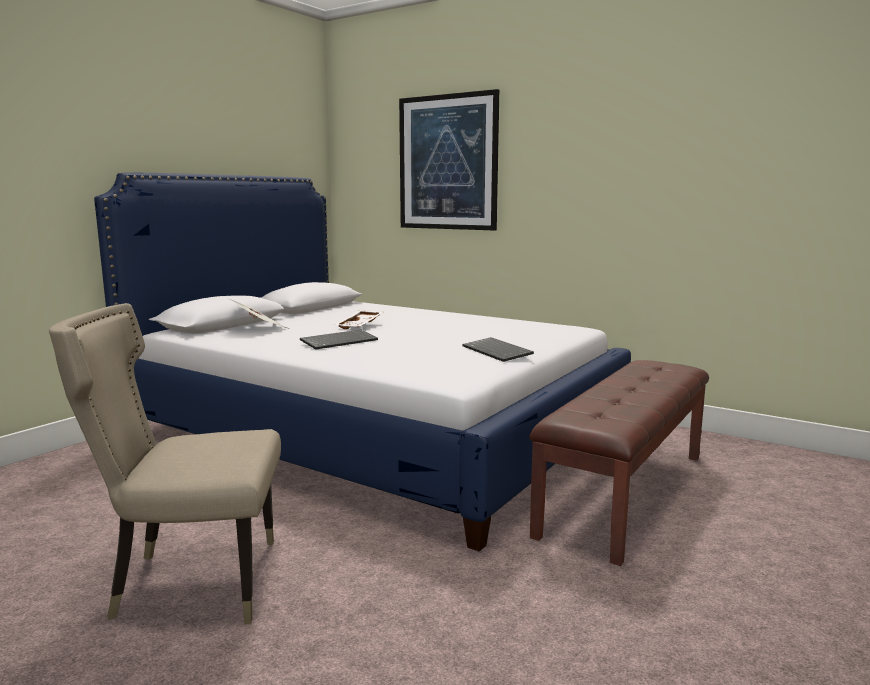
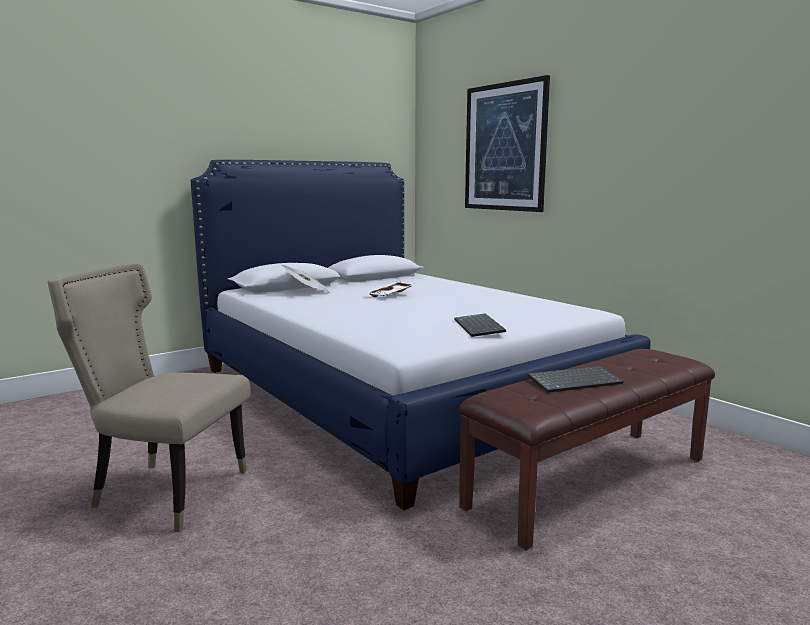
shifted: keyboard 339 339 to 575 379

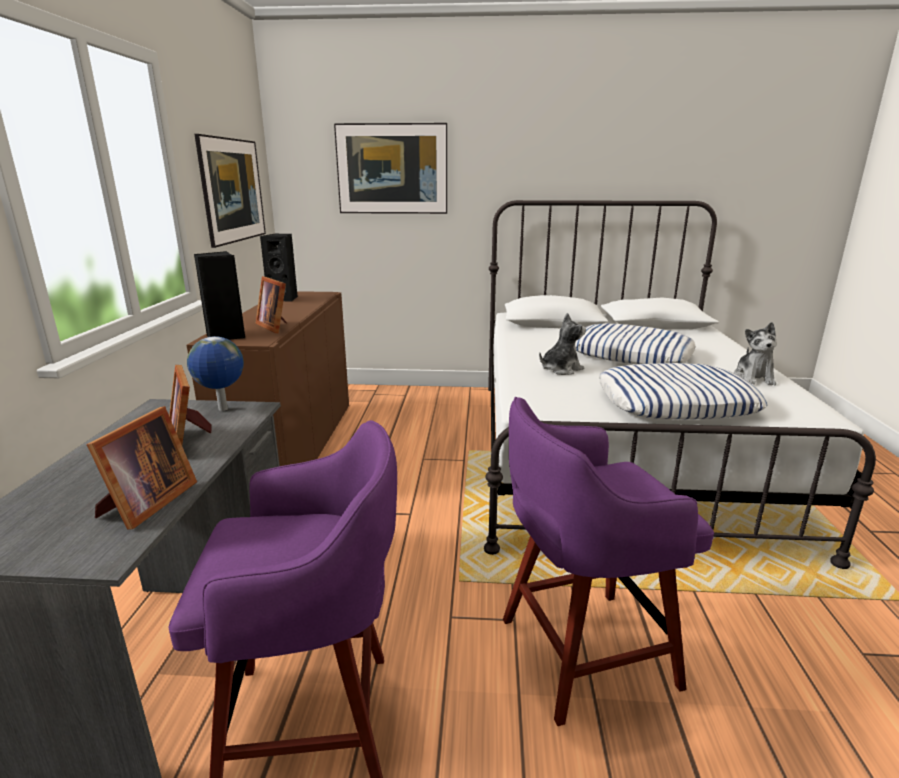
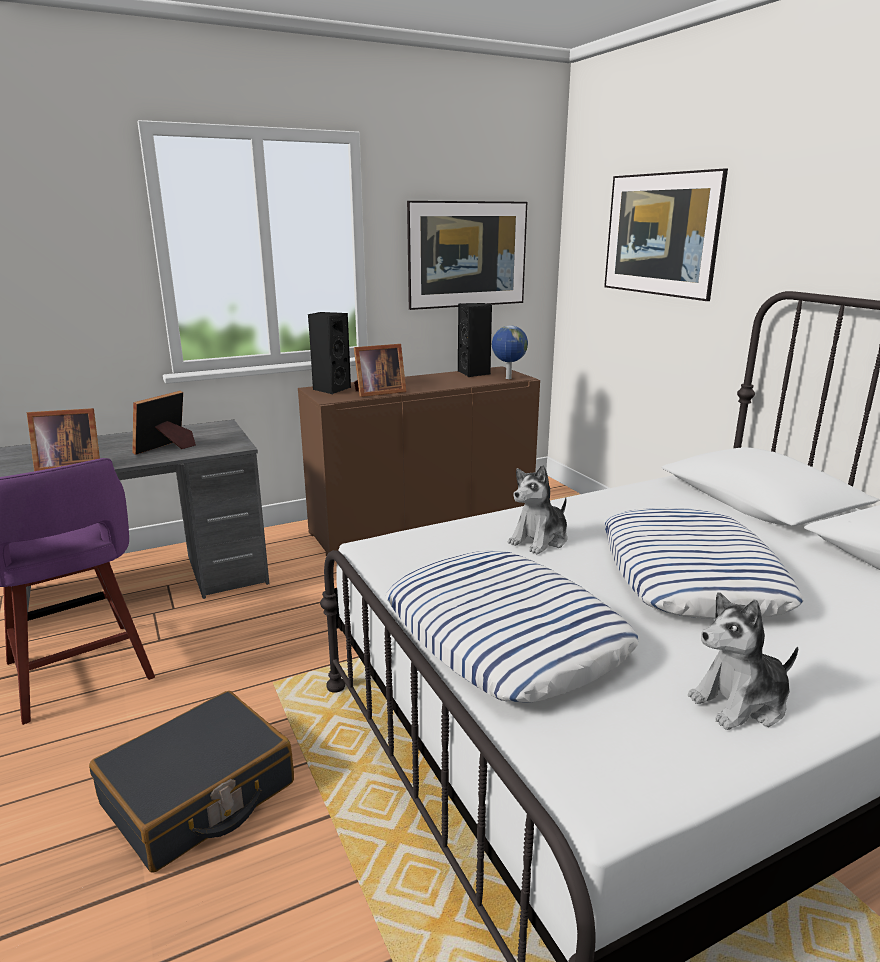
shifted: globe 215 373 to 510 352
swapped: purple stool 608 561 to black suitcase 191 781
rotated: picture frame 271 304 = 380 370 135 degrees counterclockwise; plush toy 562 344 = 537 509 105 degrees clockwise

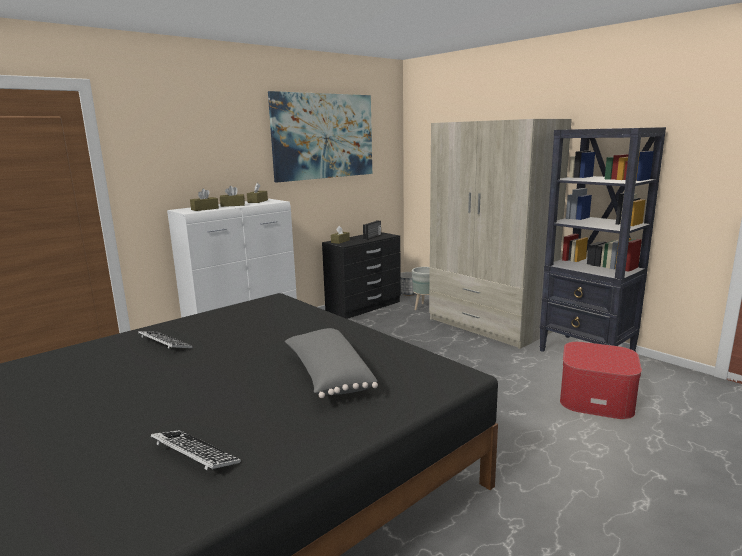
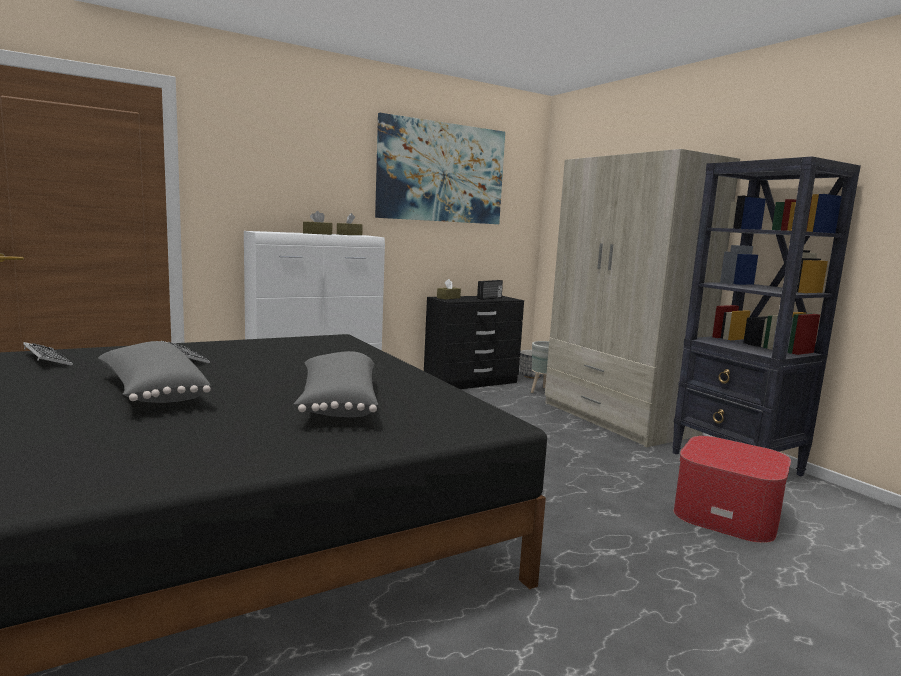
gone: brown tissue box 204 200
new: grey pillow 154 372
shifted: keyboard 196 450 to 48 354

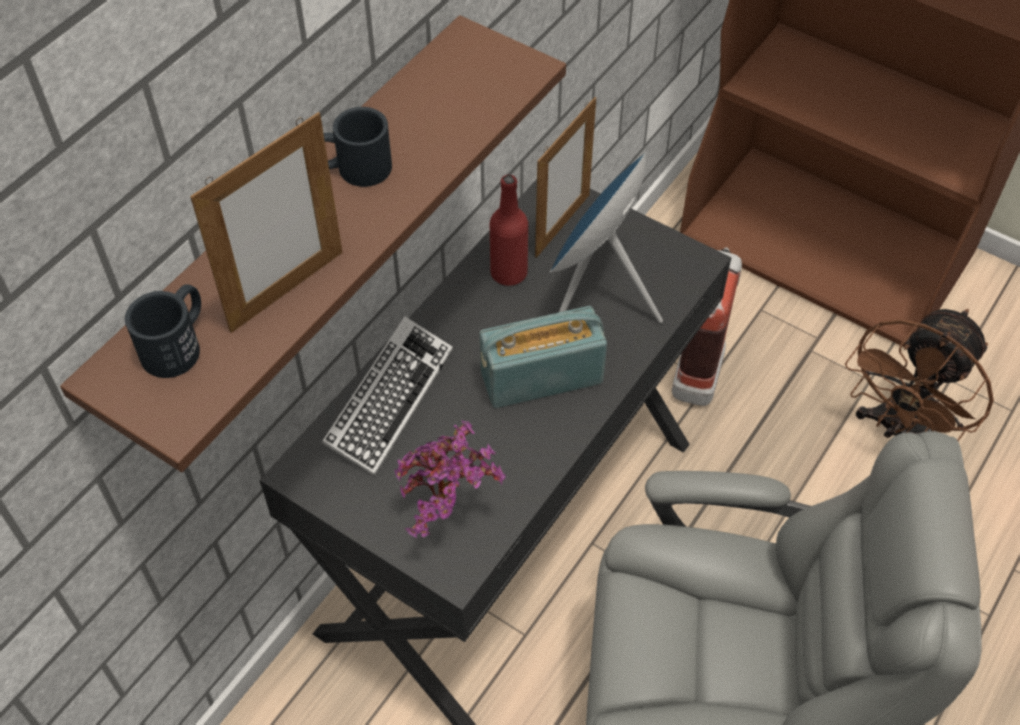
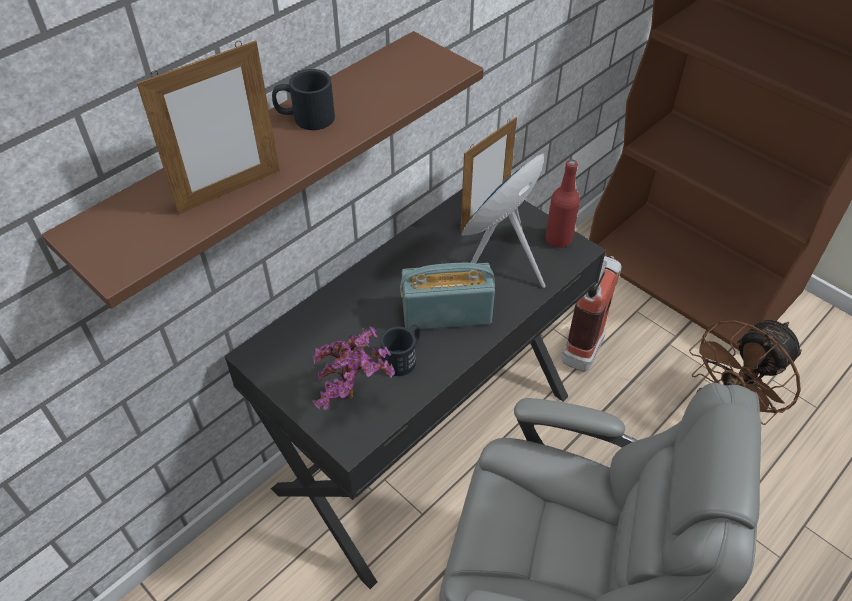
gone: keyboard 387 396
shifted: red bottle 509 230 to 562 204; black mug 163 331 to 400 350

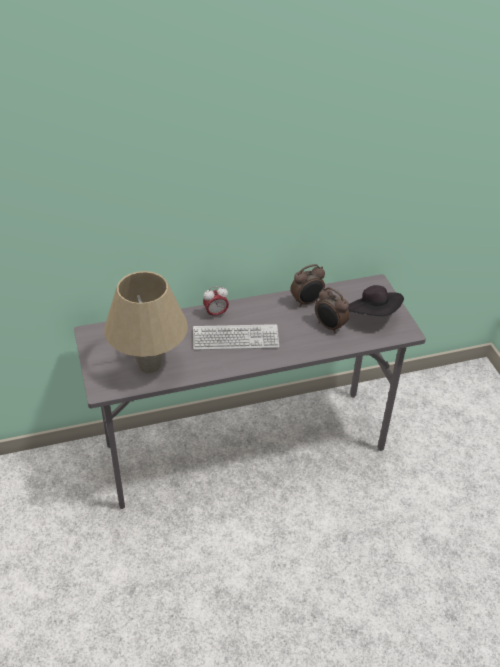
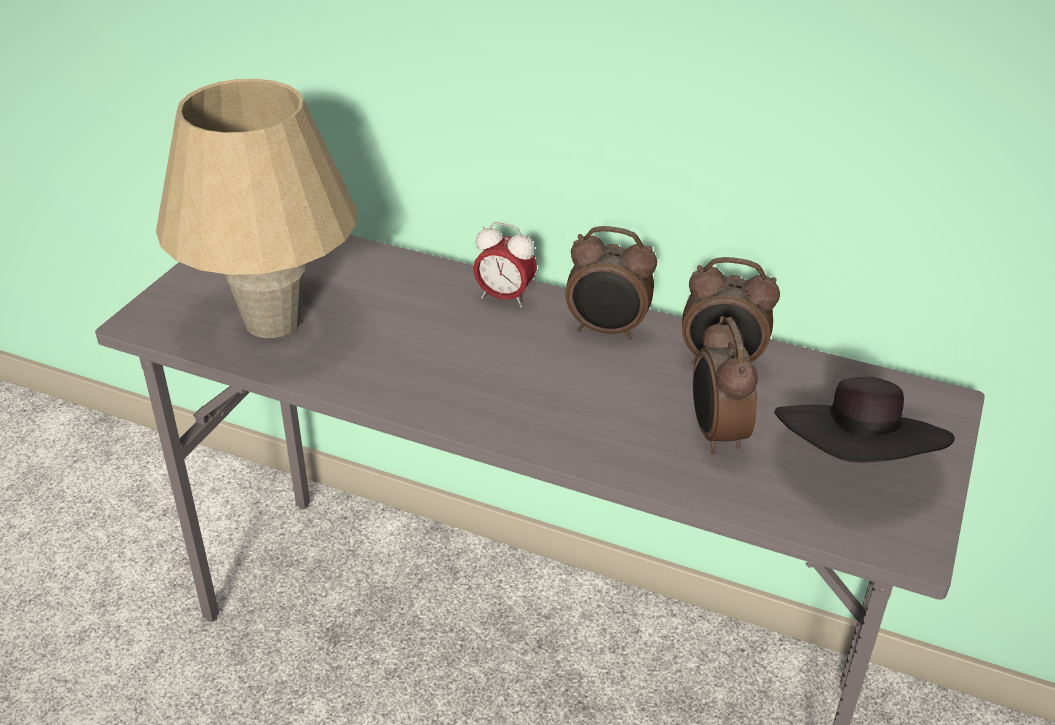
gone: keyboard 236 337
new: alarm clock 611 283

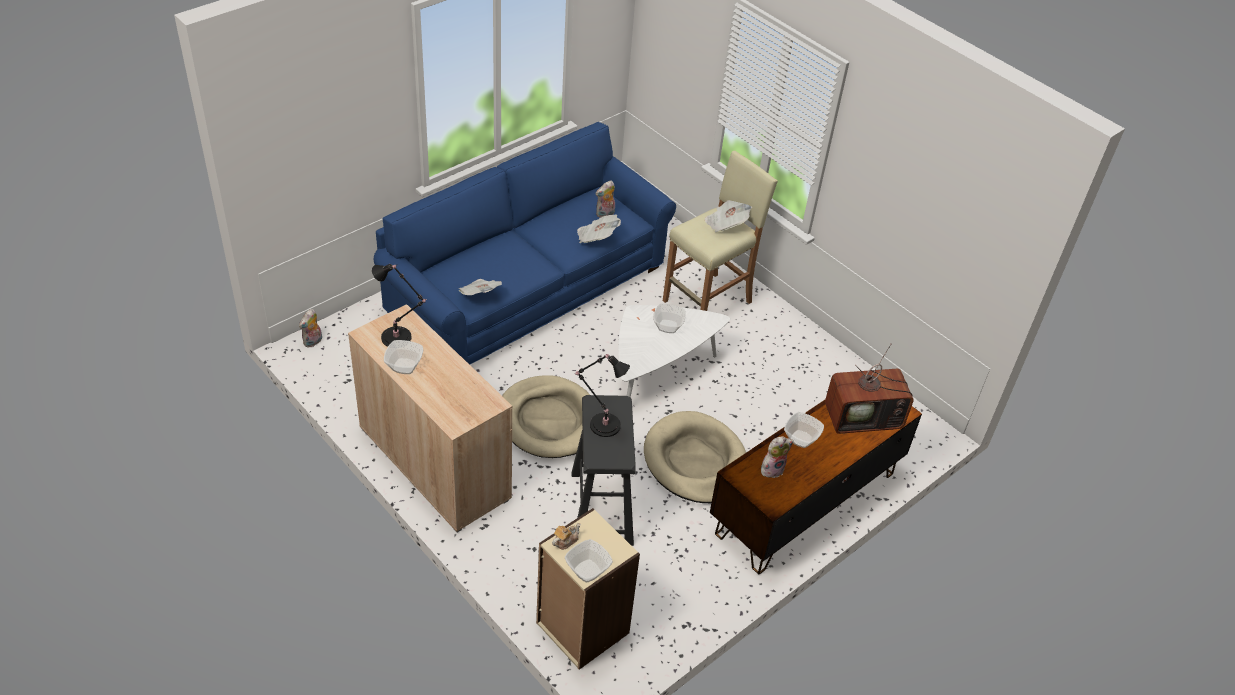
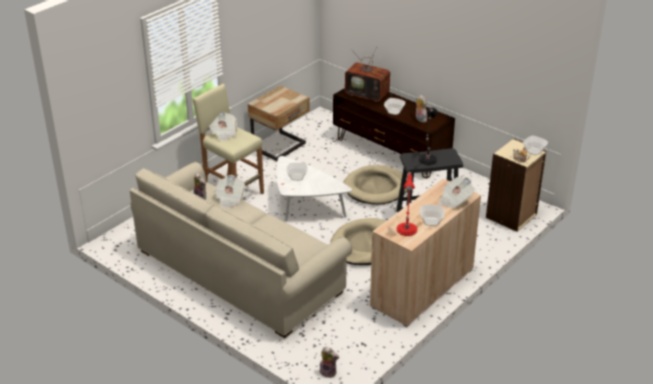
new: beige nightstand 279 123
shifted: newspaper 480 287 to 456 193
repainted: blue sofa 525 243 to beige sofa 241 250; black table lamp 399 305 to red table lamp 407 203
rotated: television 869 388 = 369 75 135 degrees clockwise

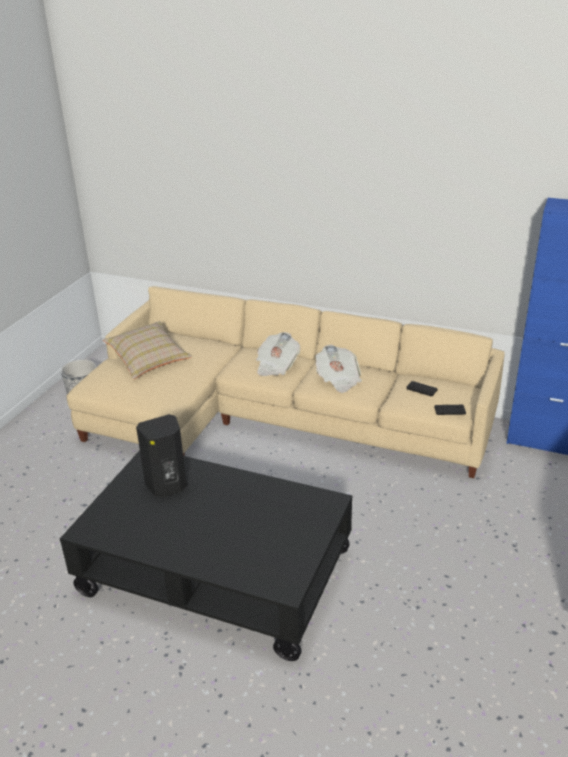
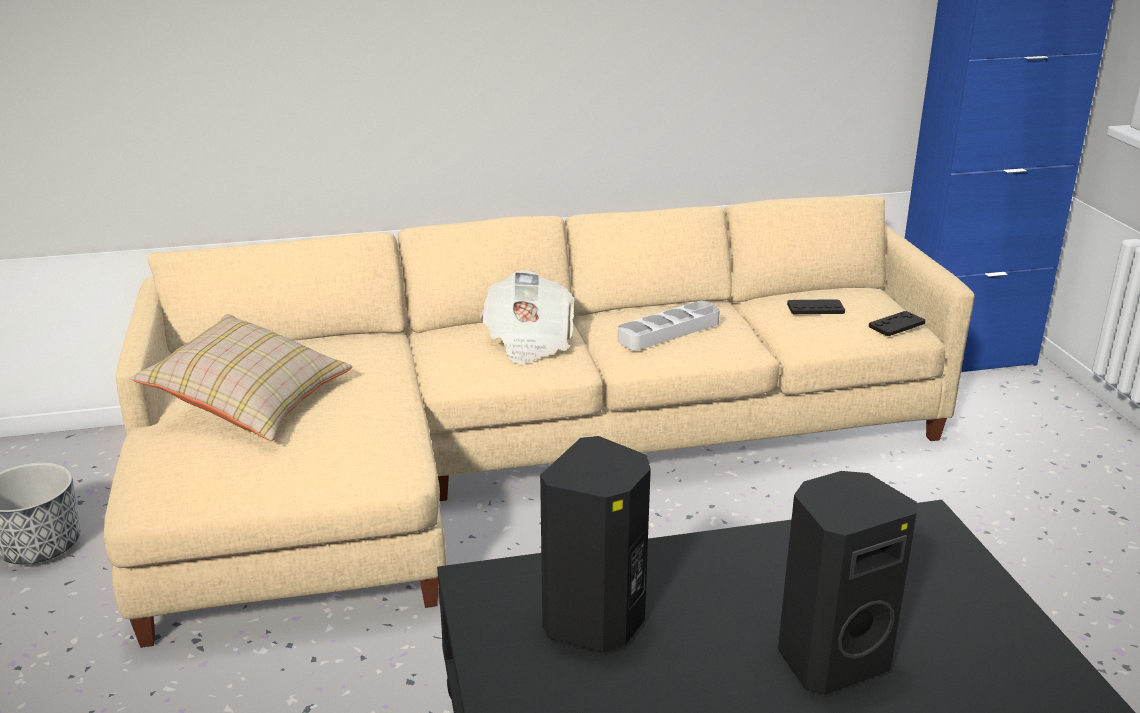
new: black speaker 847 583
swapped: newspaper 338 369 to grey tray 669 325

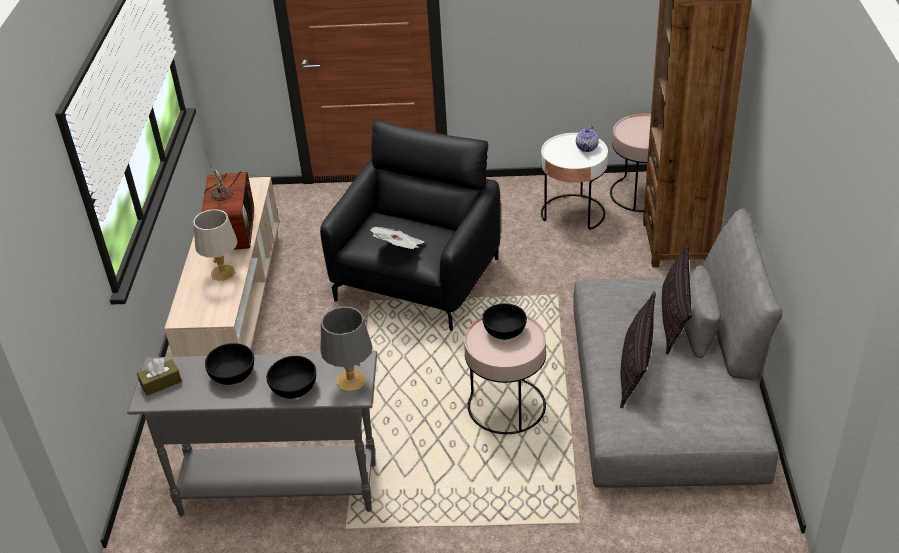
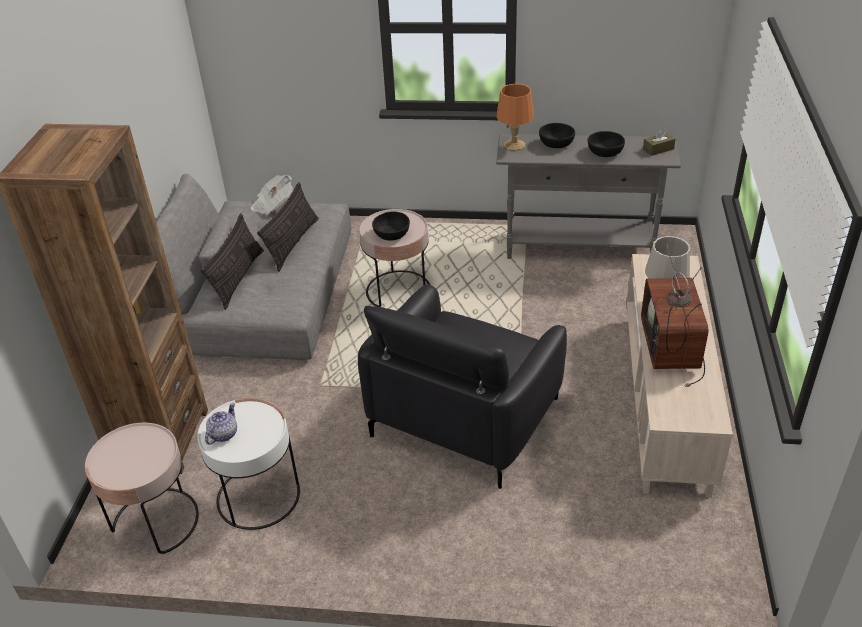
shifted: newspaper 397 238 to 272 195
repainted: grey table lamp 347 349 to orange table lamp 515 117

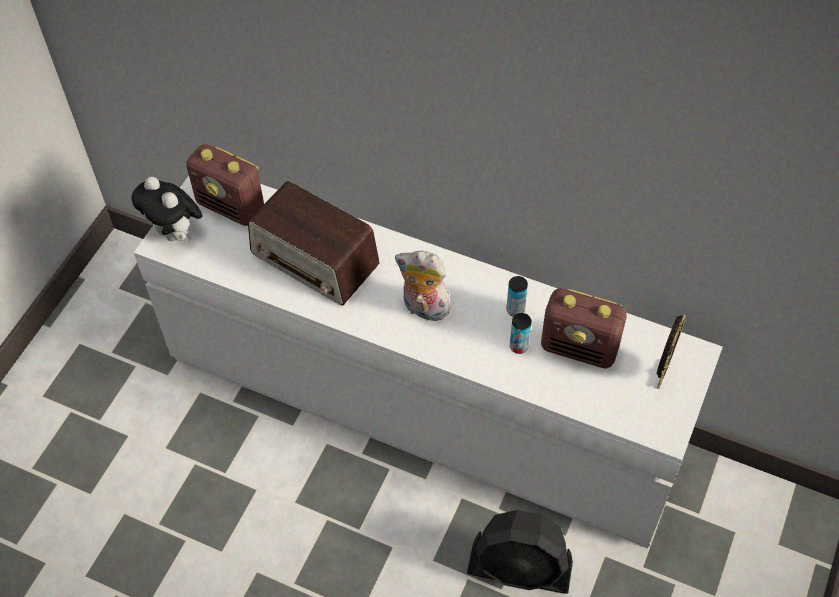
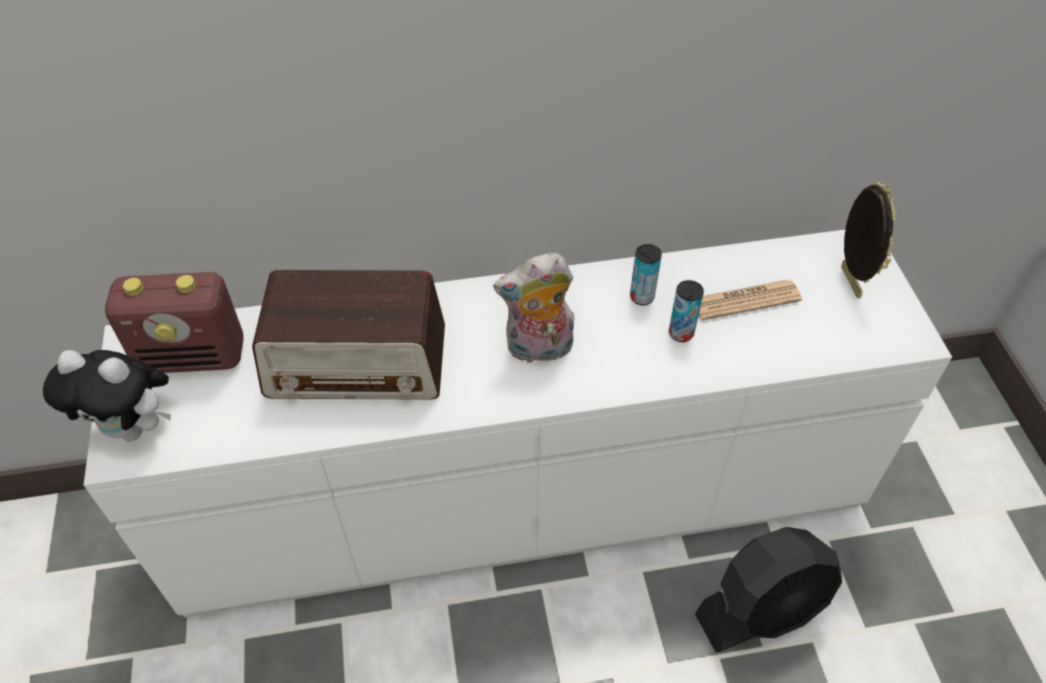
swapped: radio 584 328 to newspaper 750 300

